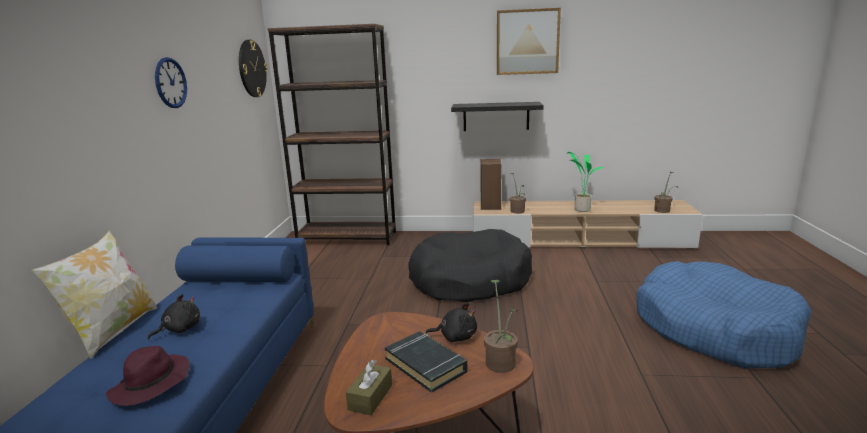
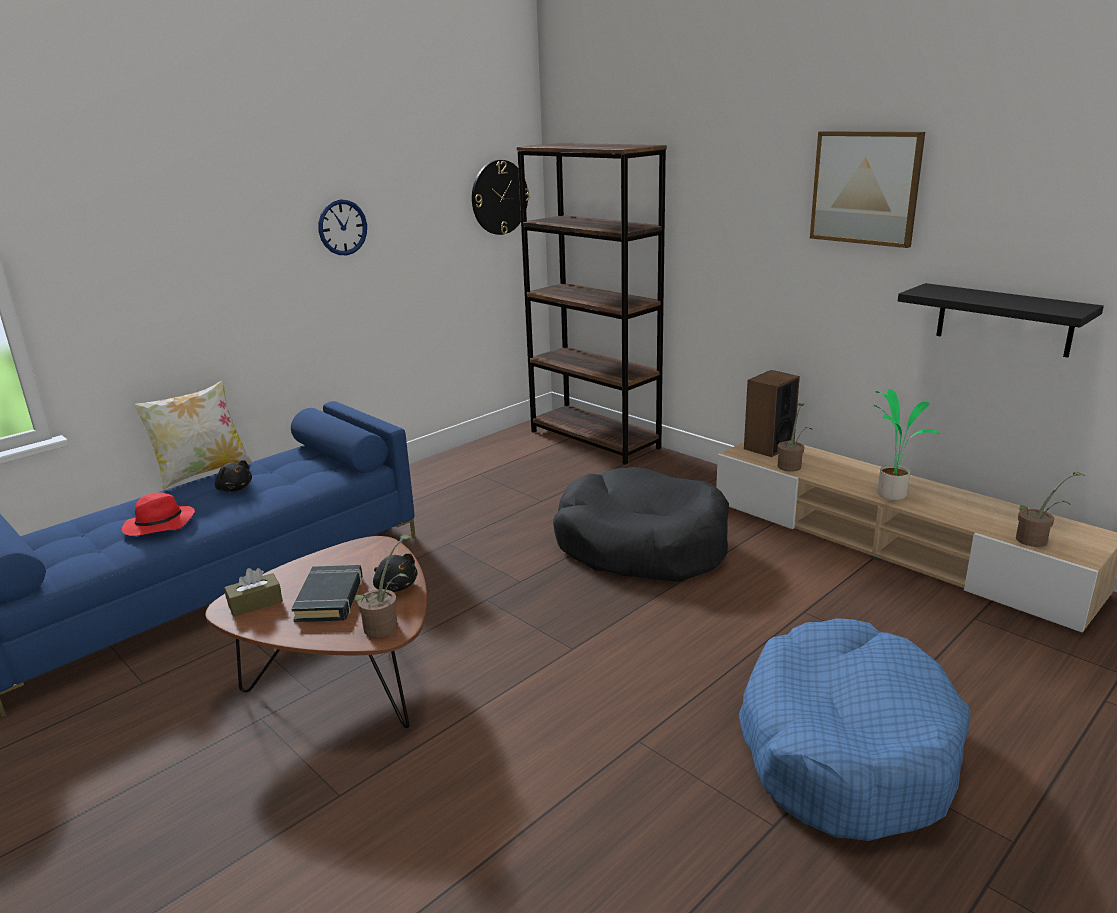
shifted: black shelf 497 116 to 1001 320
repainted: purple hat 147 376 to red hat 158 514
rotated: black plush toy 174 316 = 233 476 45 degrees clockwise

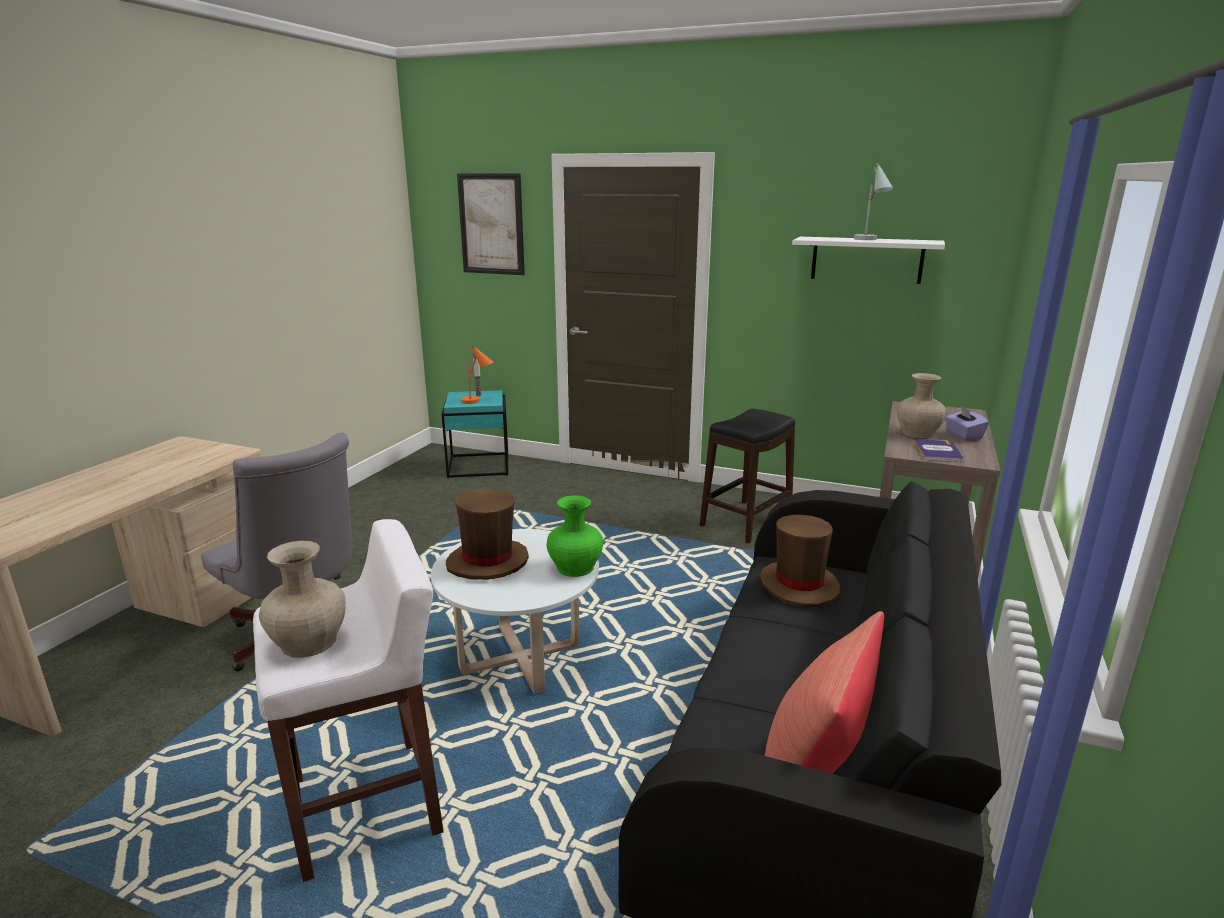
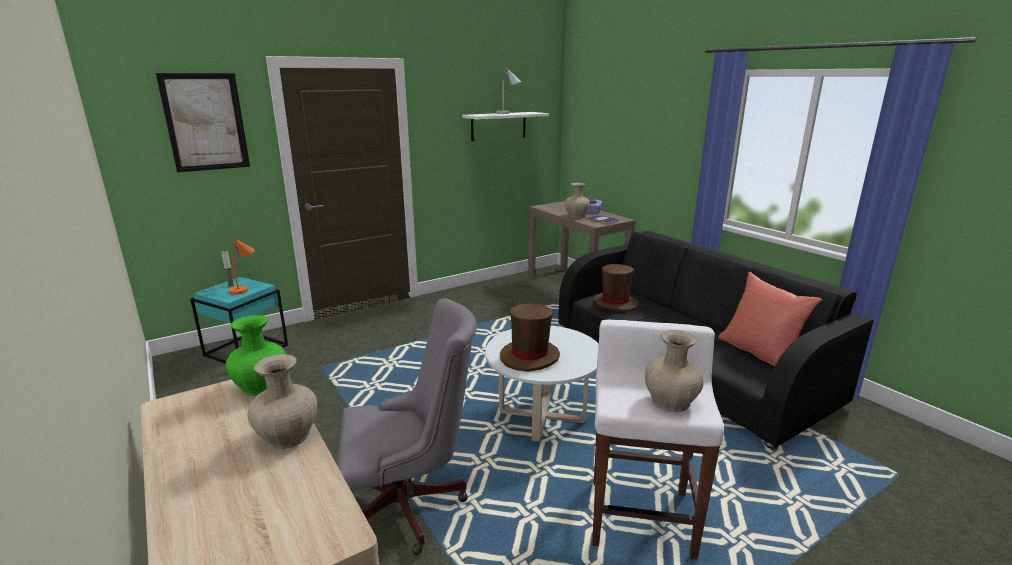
gone: black stool 747 476
new: beige vase 282 401
shifted: green vase 575 536 to 256 355

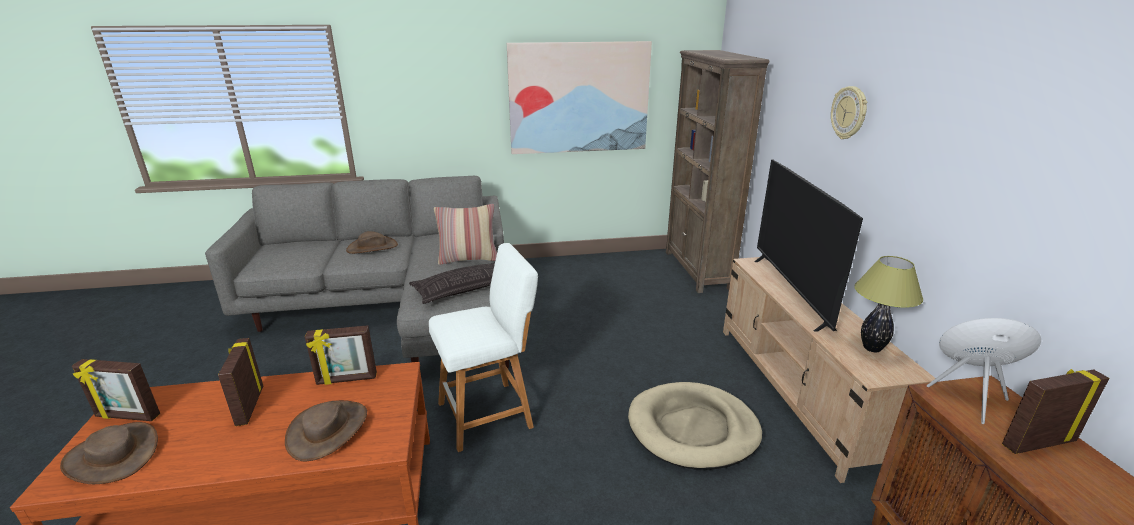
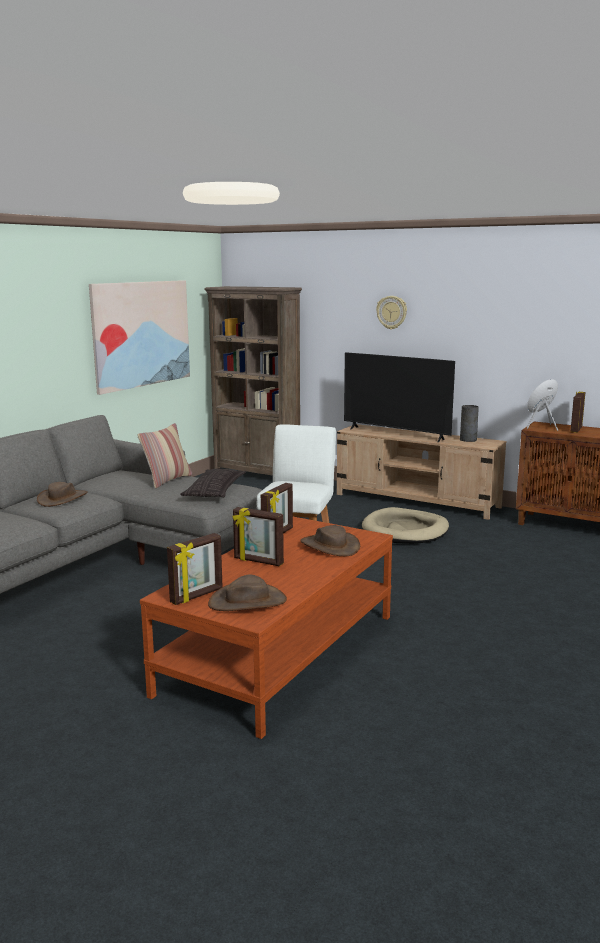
swapped: table lamp 888 304 to grey vase 469 423

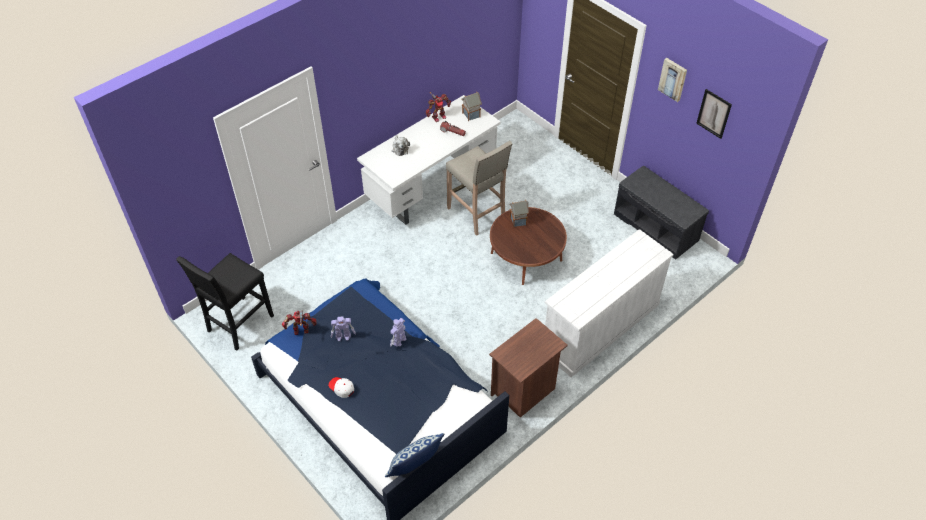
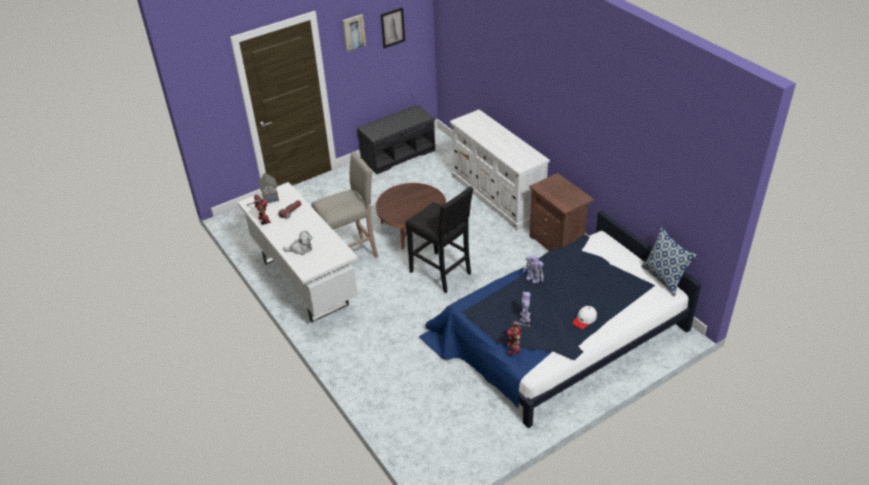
gone: toy house 519 213
shifted: black stool 225 302 to 439 239

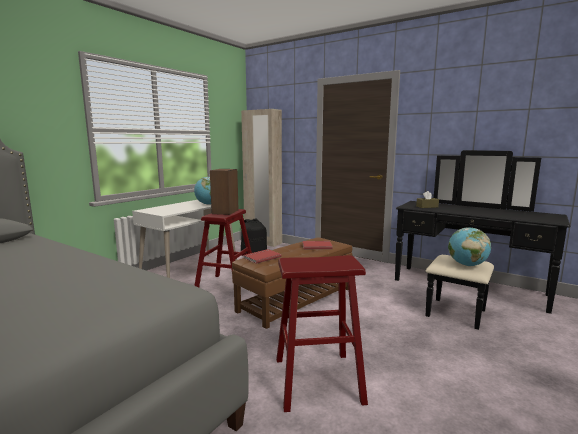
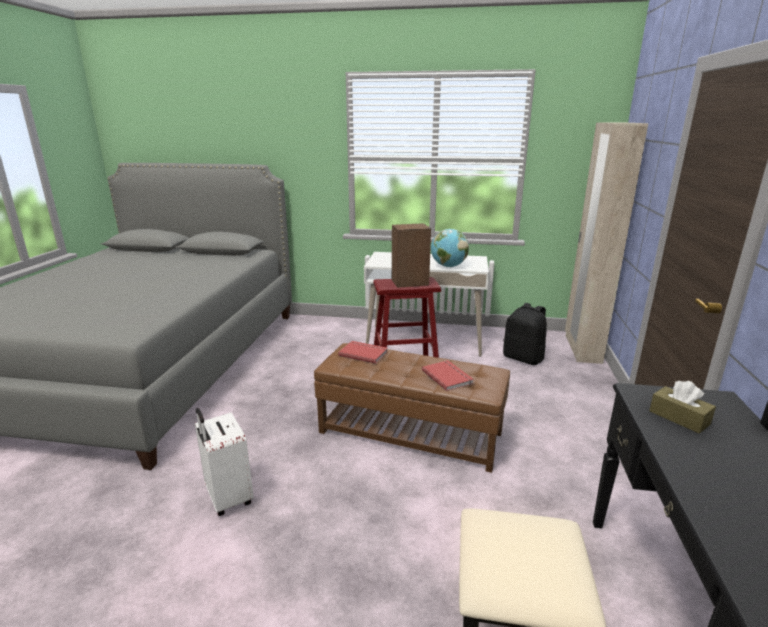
gone: globe 469 247
swapped: red stool 322 333 to white suitcase 224 462

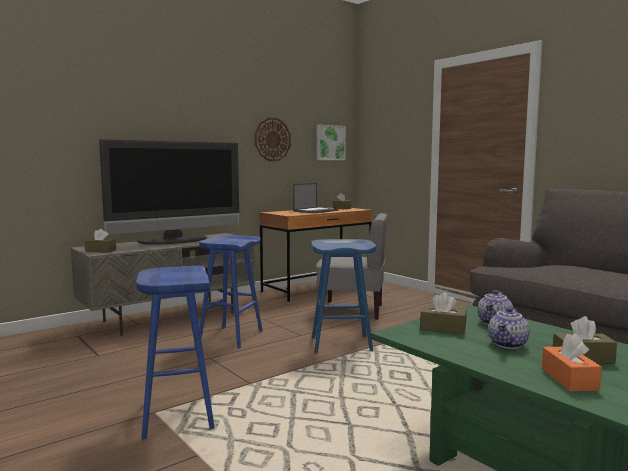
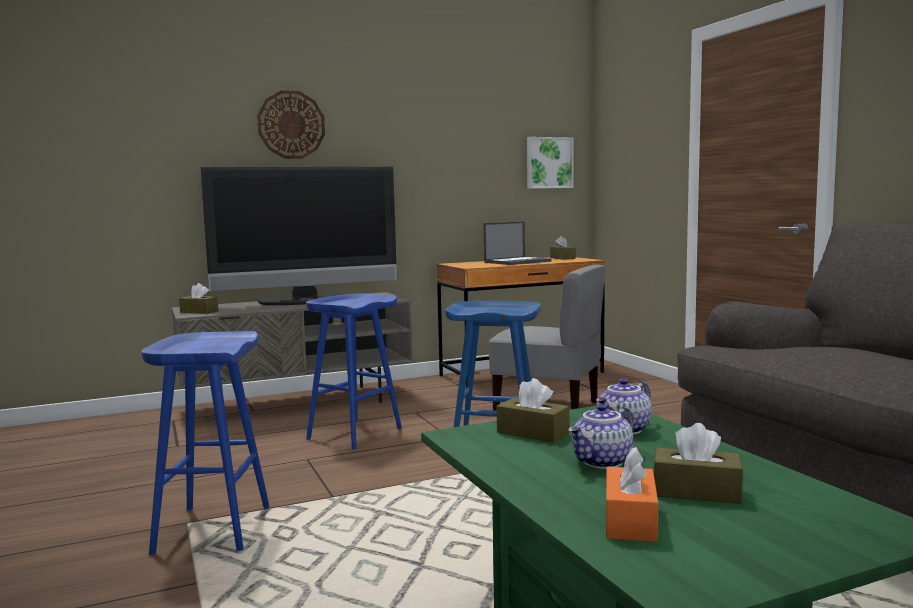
shifted: wall clock 273 139 to 291 124

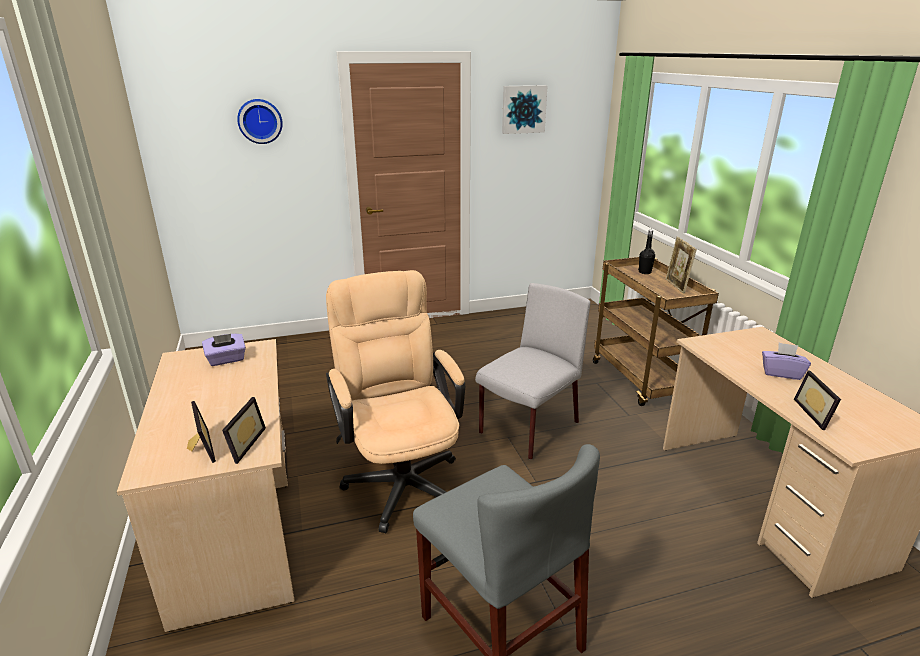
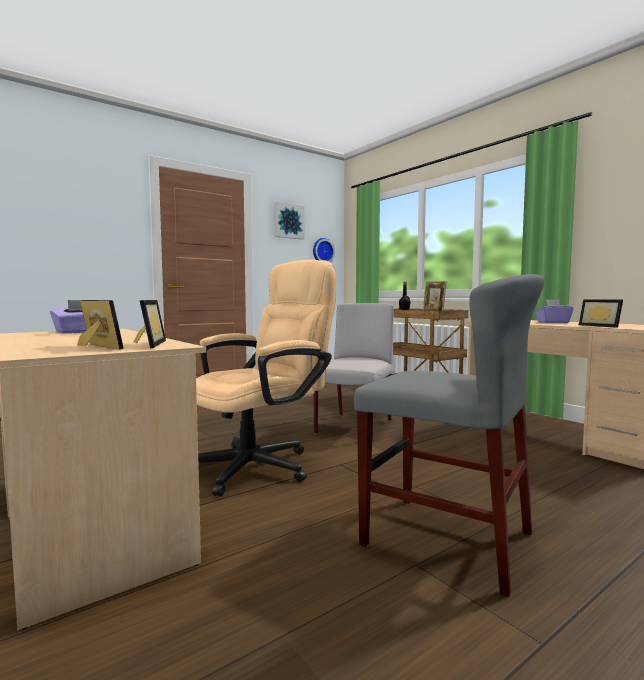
shifted: wall clock 260 121 to 324 250
rotated: beige office chair 395 401 = 266 378 90 degrees clockwise

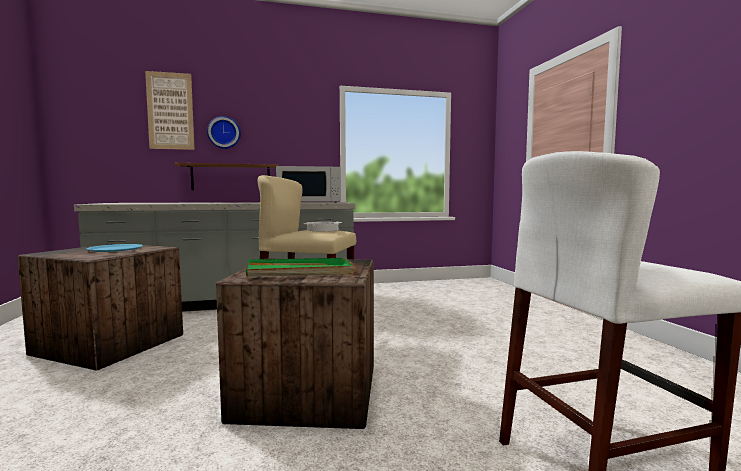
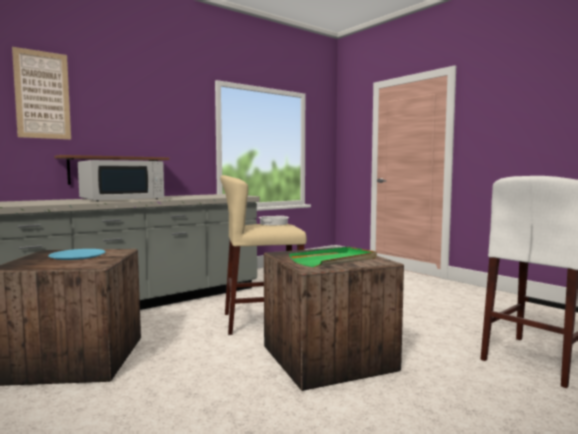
gone: wall clock 224 132
shifted: white microwave 308 184 to 121 180

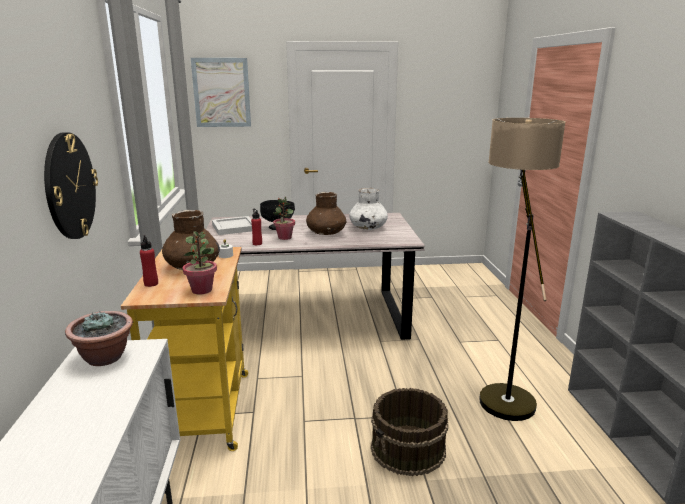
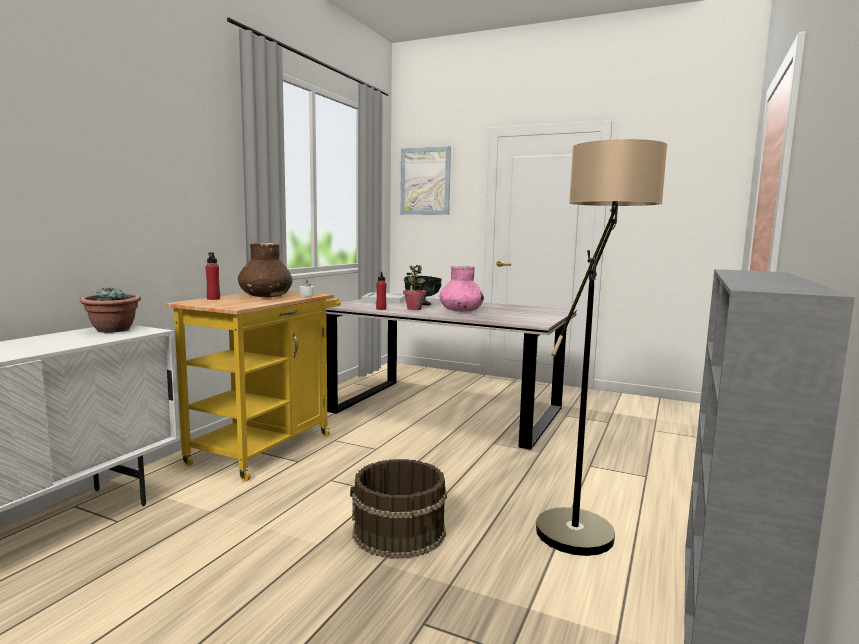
gone: wall clock 71 185; white vase 368 209; potted plant 199 262
repainted: brown vase 326 213 to pink vase 462 289

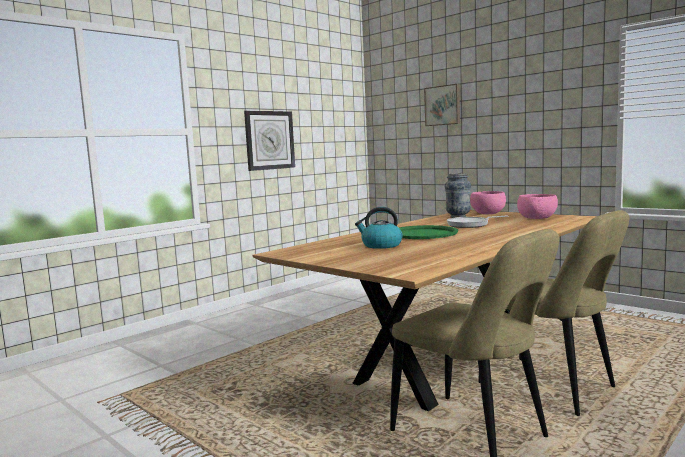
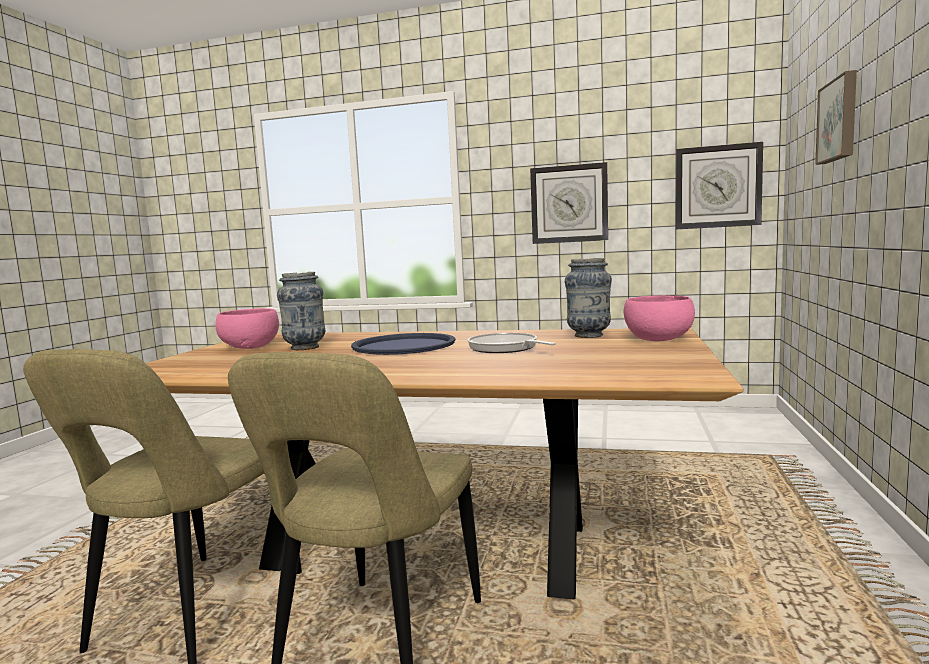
new: wall clock 719 185
shifted: pink bowl 537 206 to 247 328
swapped: kettle 379 228 to vase 301 311
repainted: green tray 428 232 to blue tray 403 344

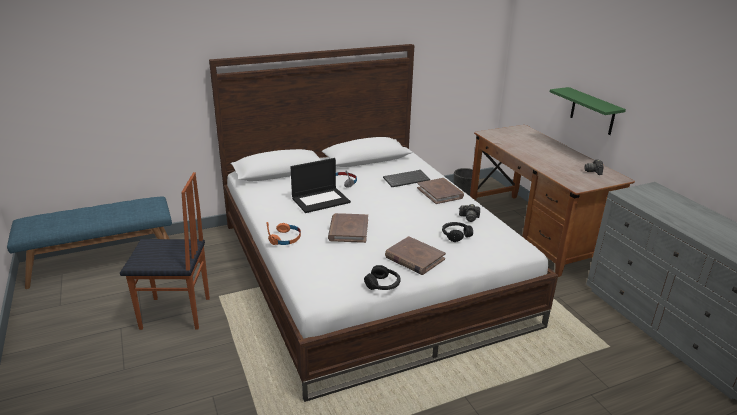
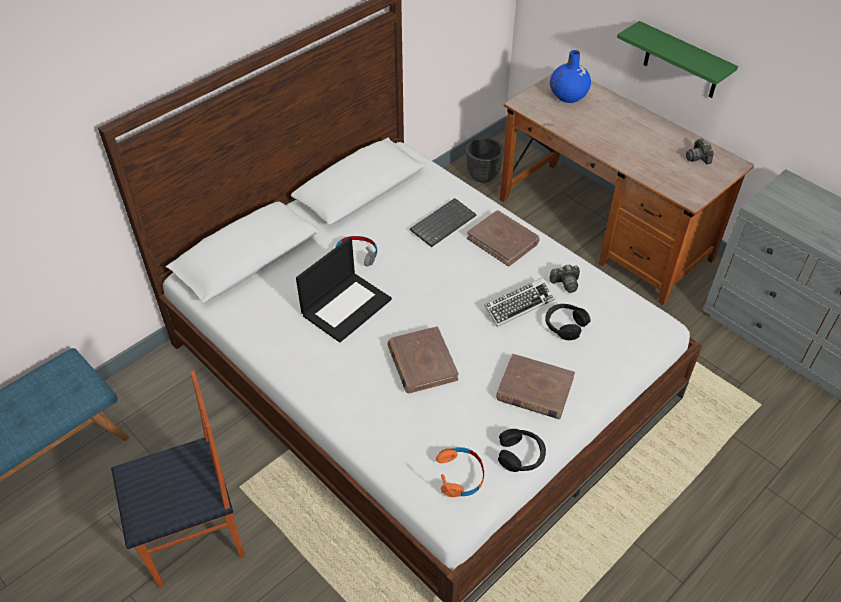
new: blue vase 570 76; keyboard 519 302
shifted: orange headphones 283 233 to 460 472

